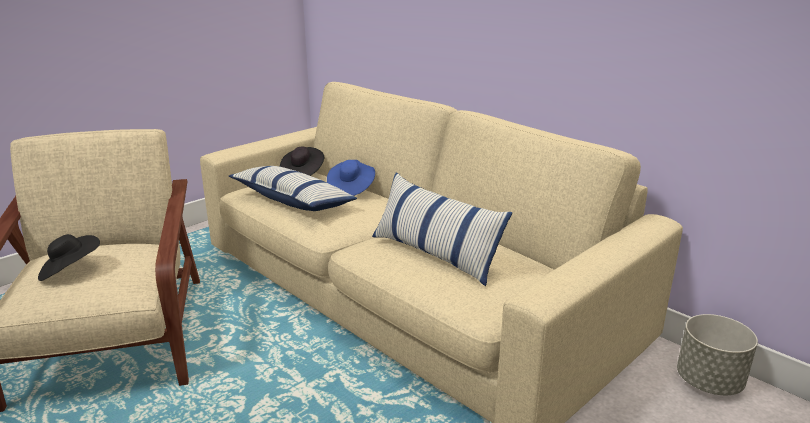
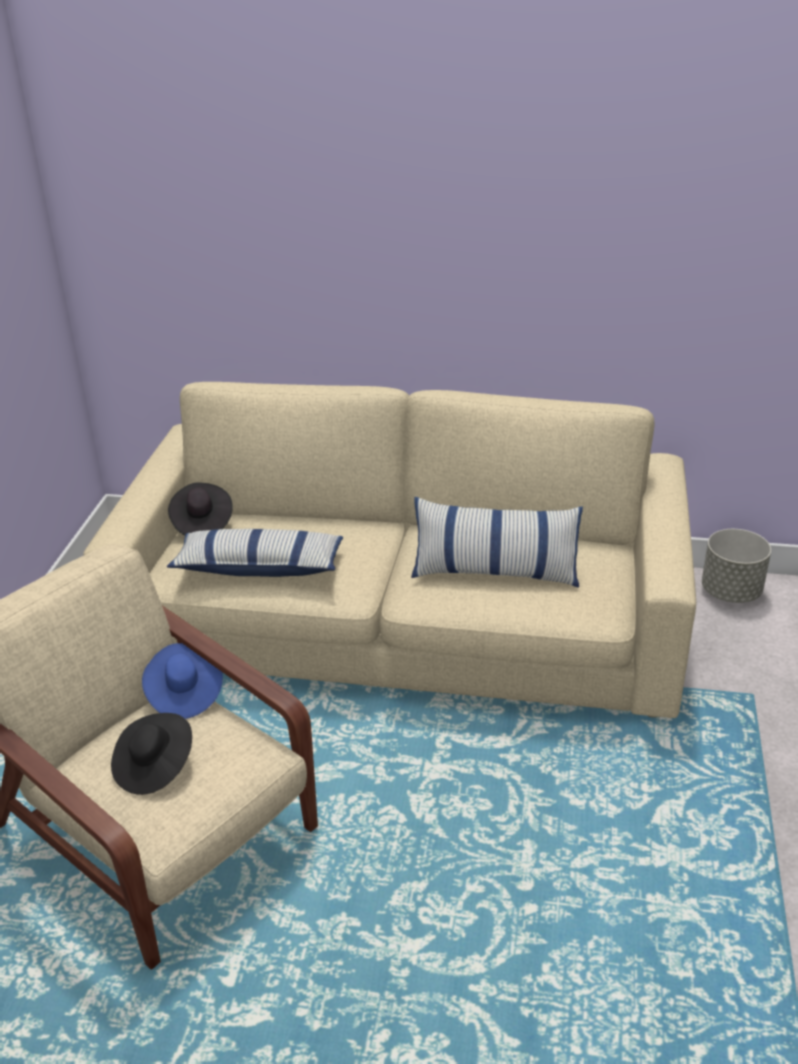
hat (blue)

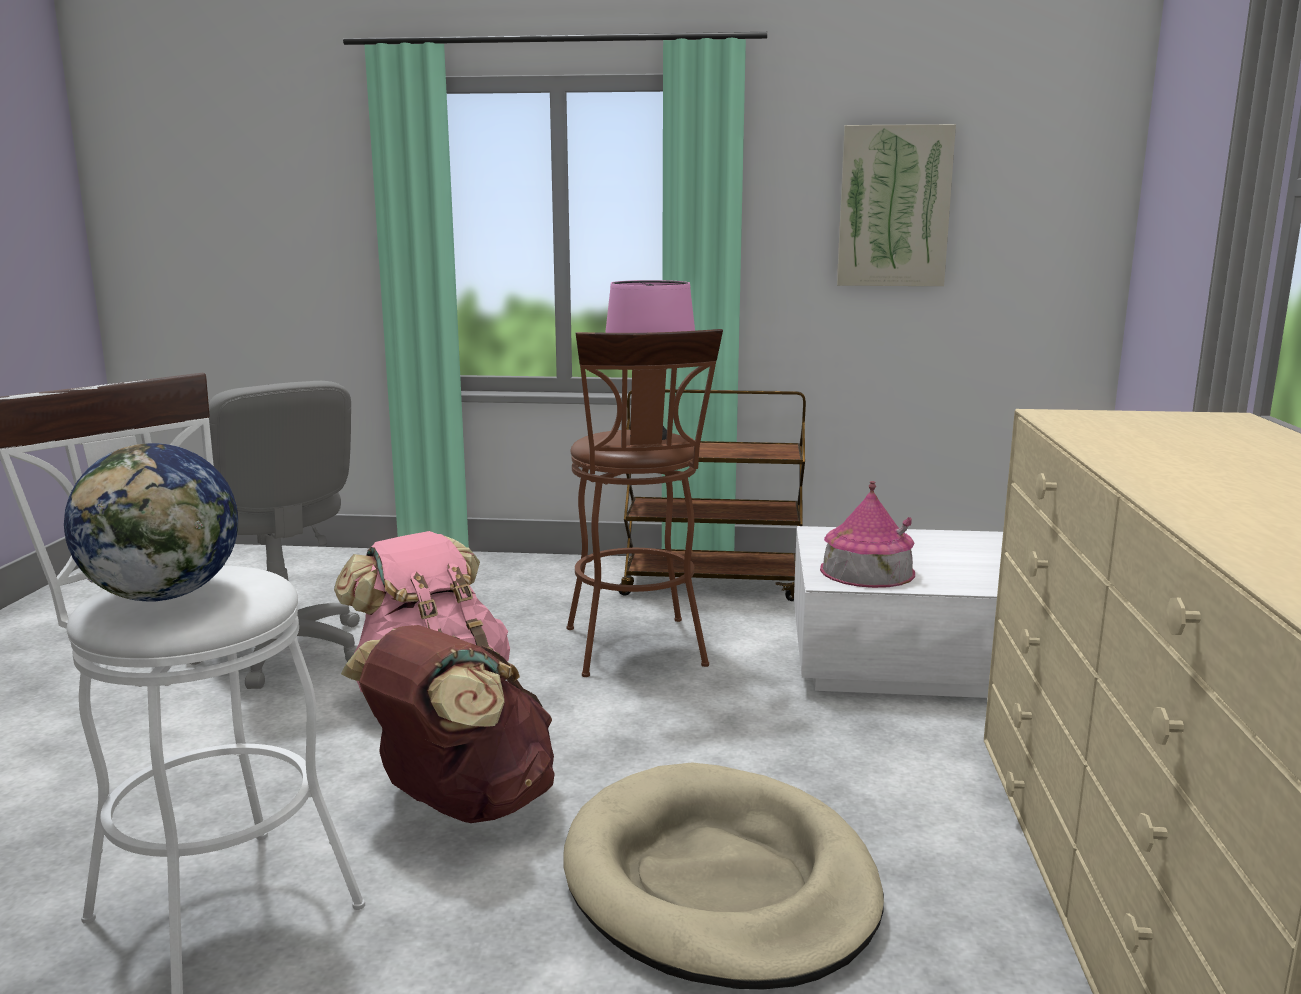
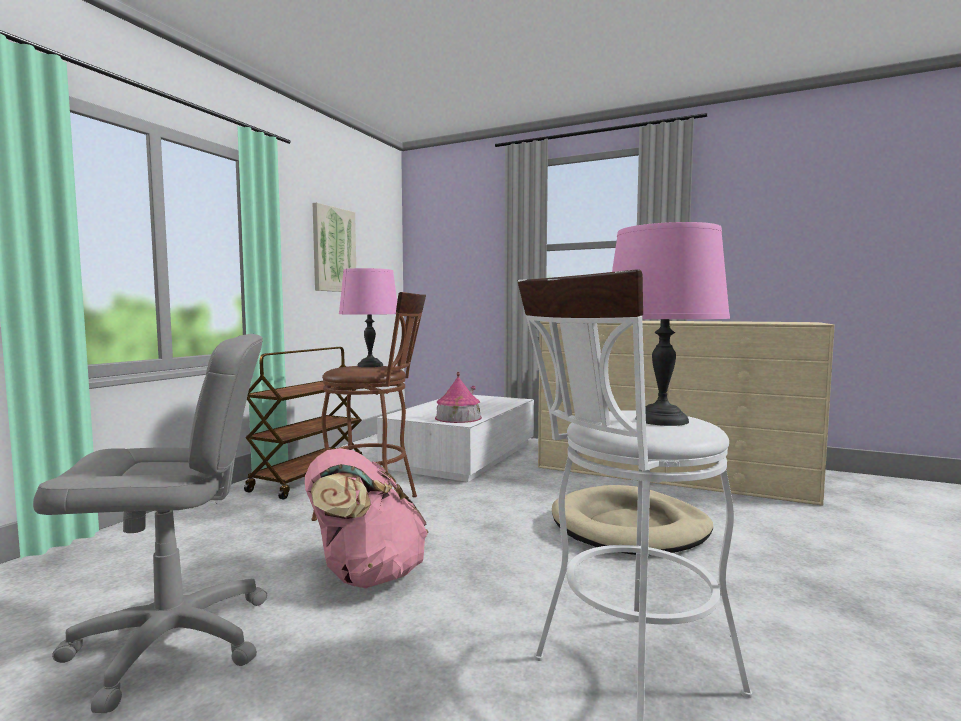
backpack (brown)
table lamp (pink) (2nd from left)

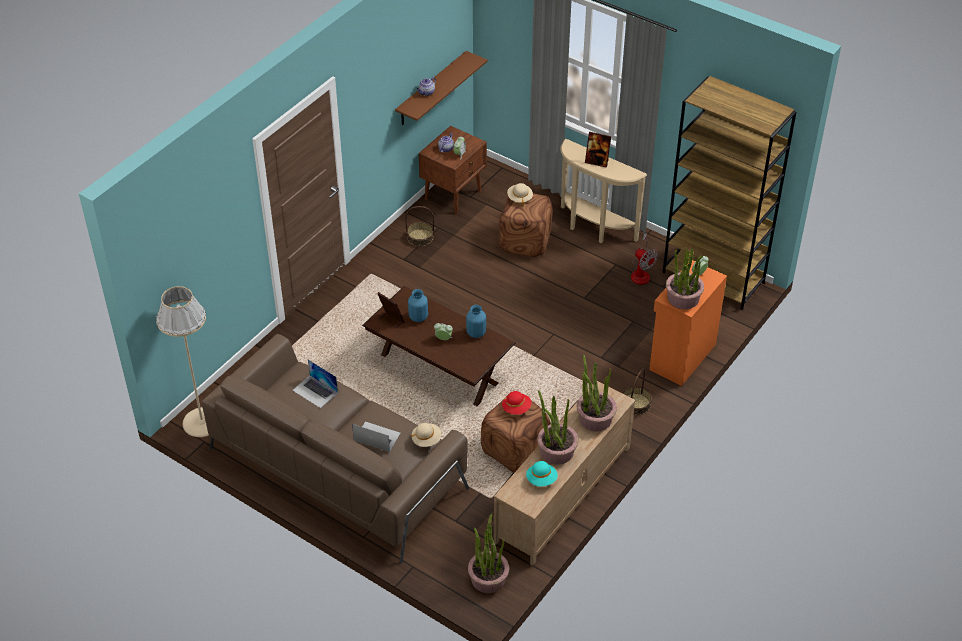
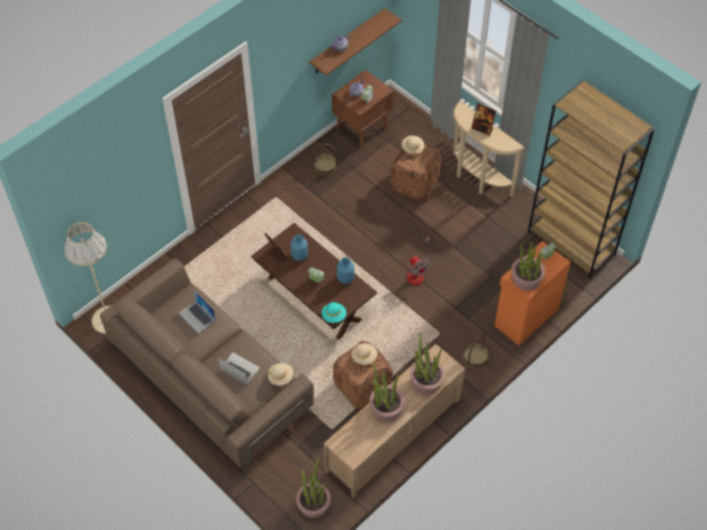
hat (turquoise)
fan
hat (beige) (2nd from left)

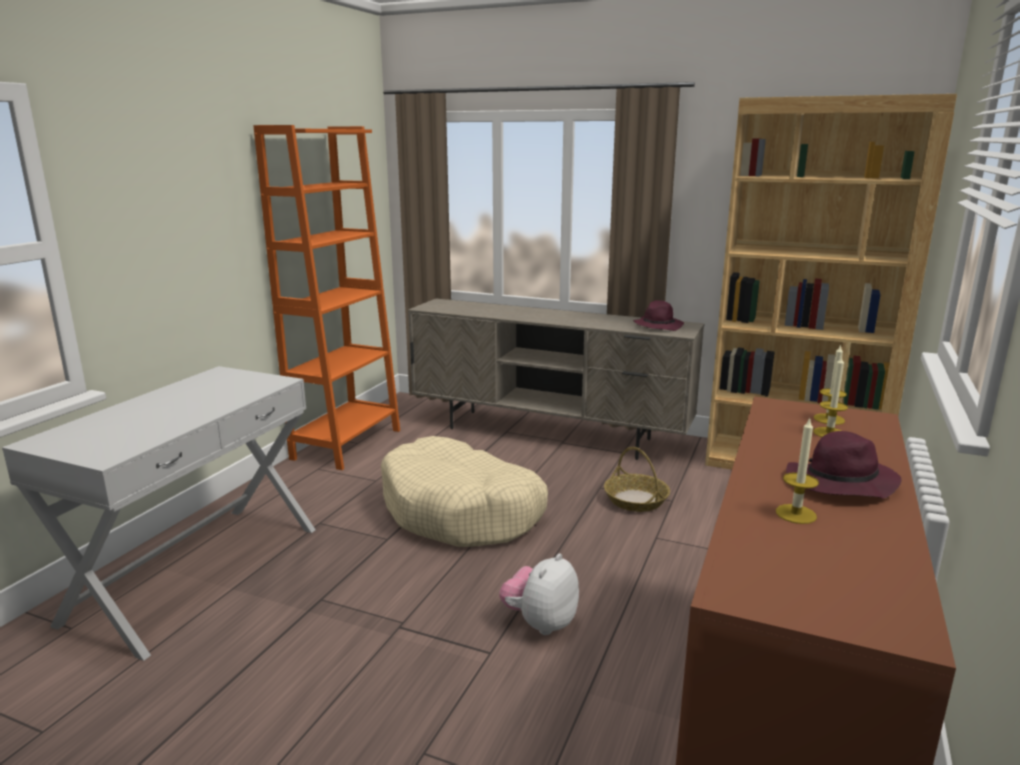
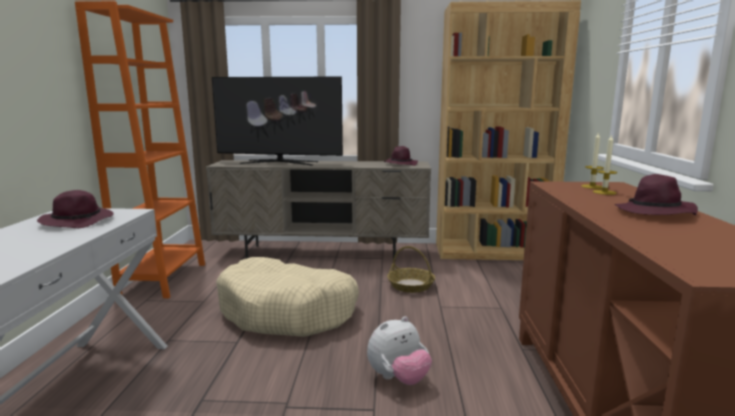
candle (1st from left in the first image)
hat (purple) (1st from left)
television
plush toy

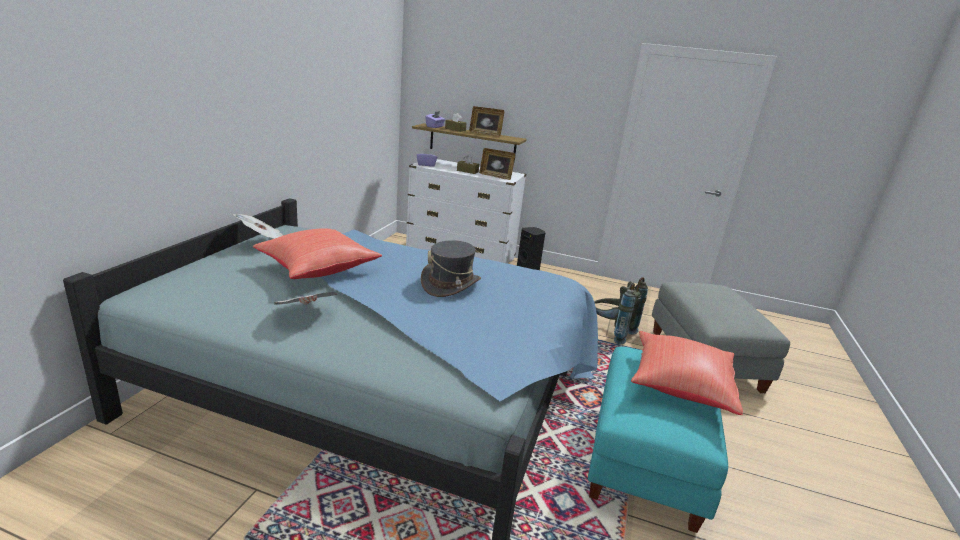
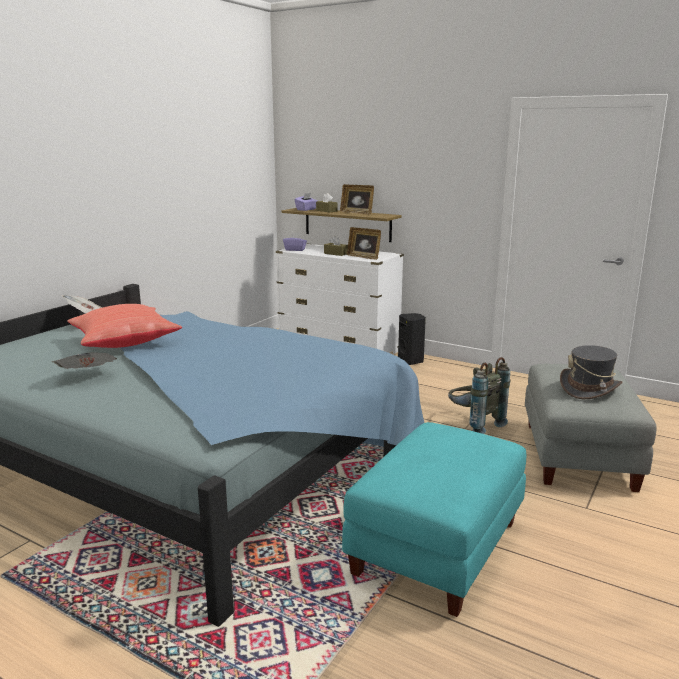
pillow (red) (2nd from left in the first image)
hat (grey)

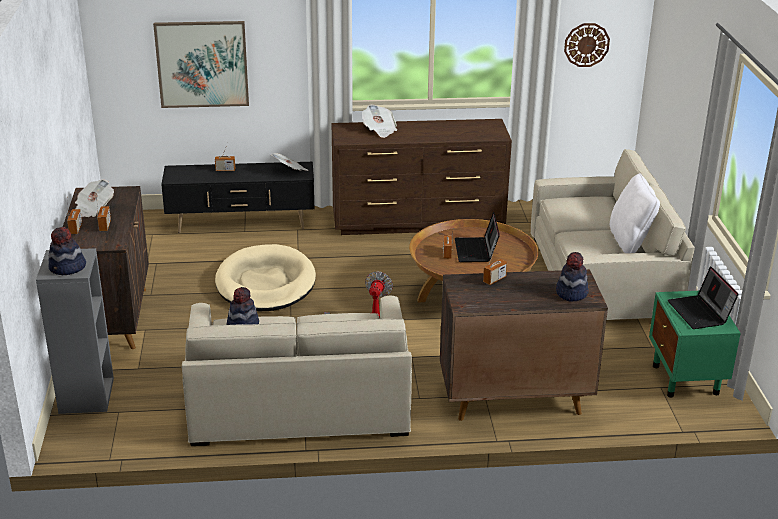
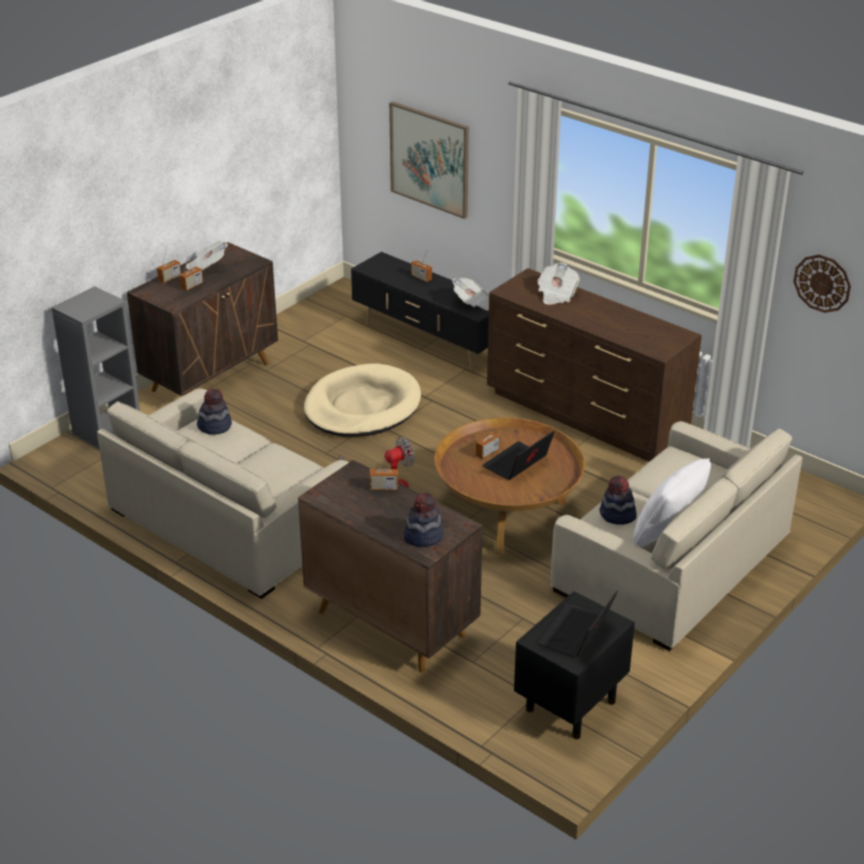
hat (3rd from left)
nightstand (black)

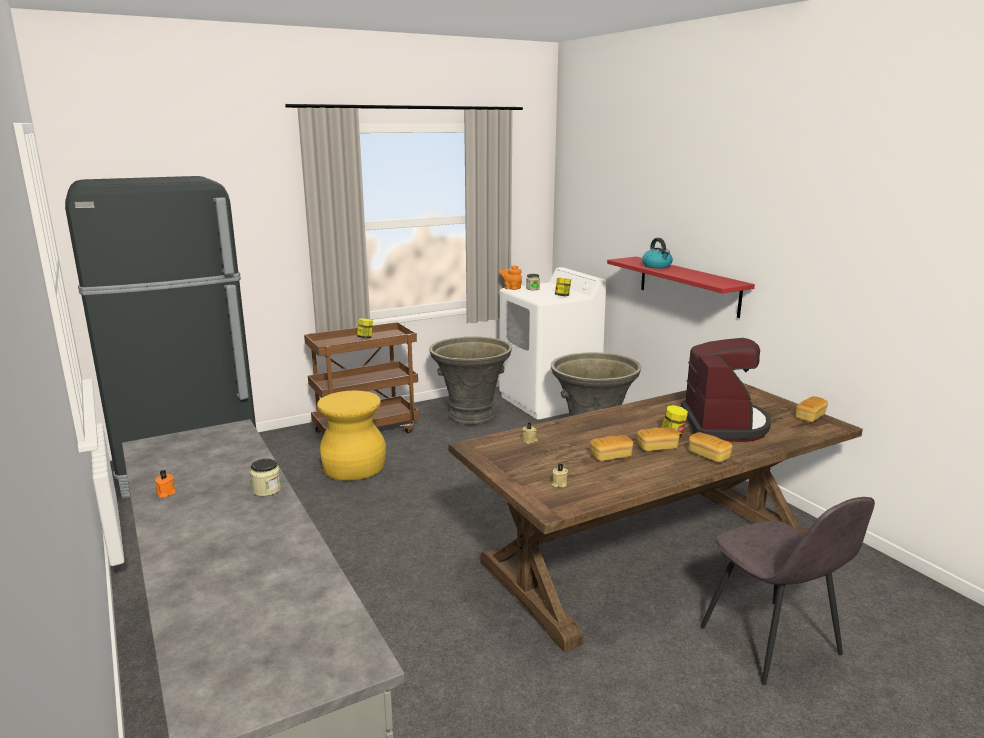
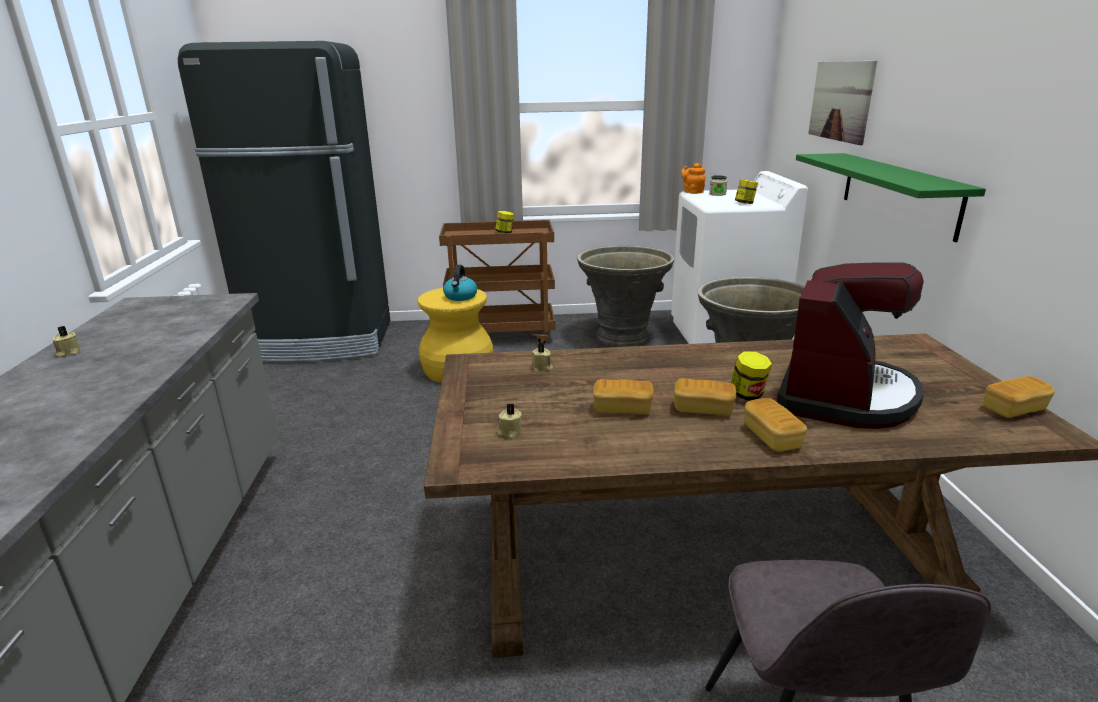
jar (1st from left in the first image)
picture
kettle
candle (beige) (1st from left)
shelf (green)

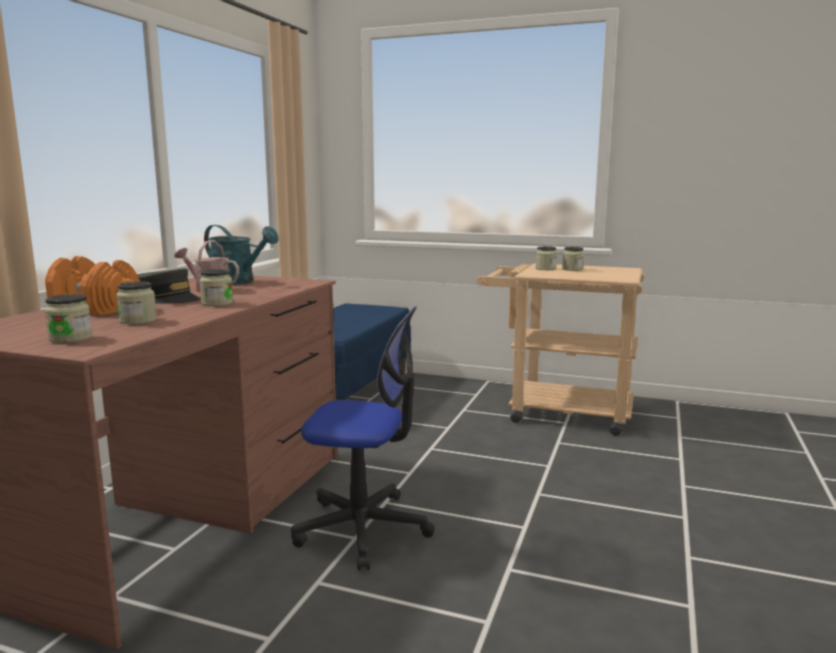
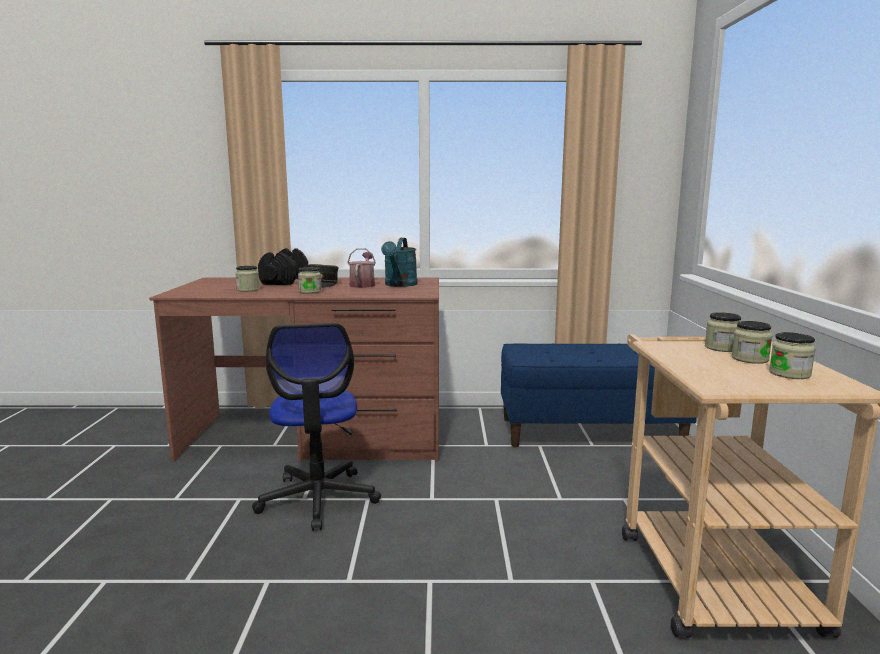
jar (5th from left)
dumbbell (black)

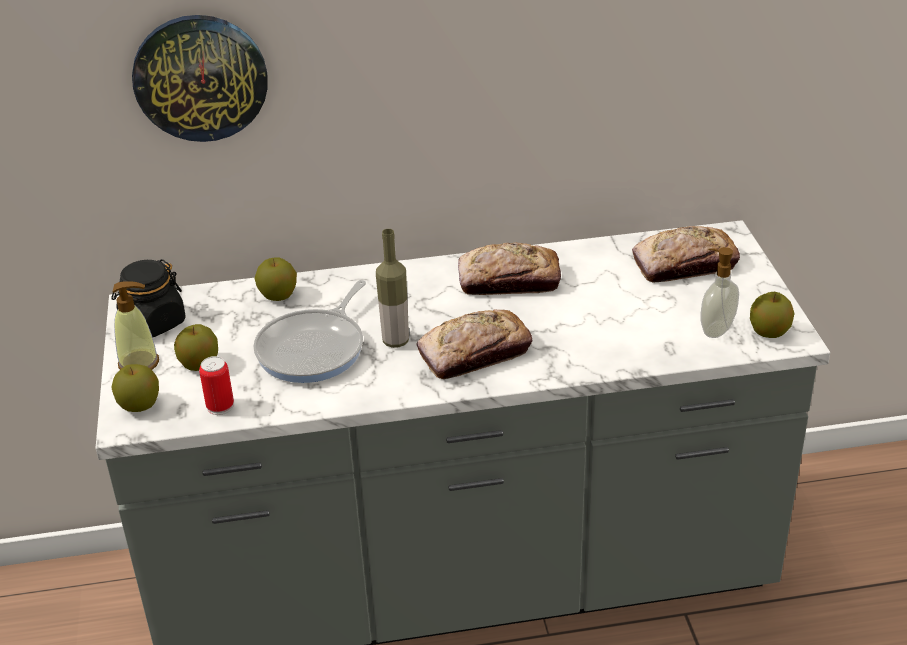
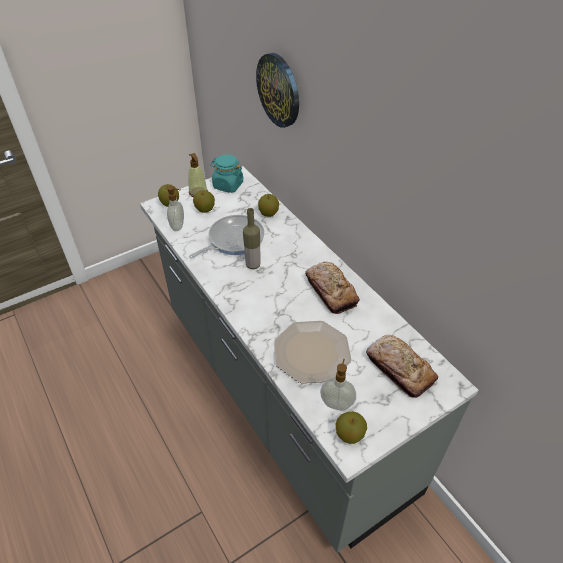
bread (1st from left in the first image)
plate
soap dispenser (1st from left)
jar (turquoise)
frying pan

